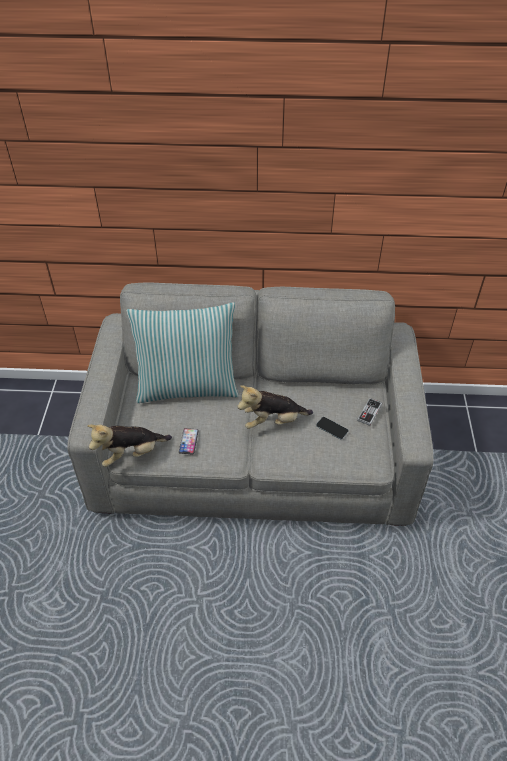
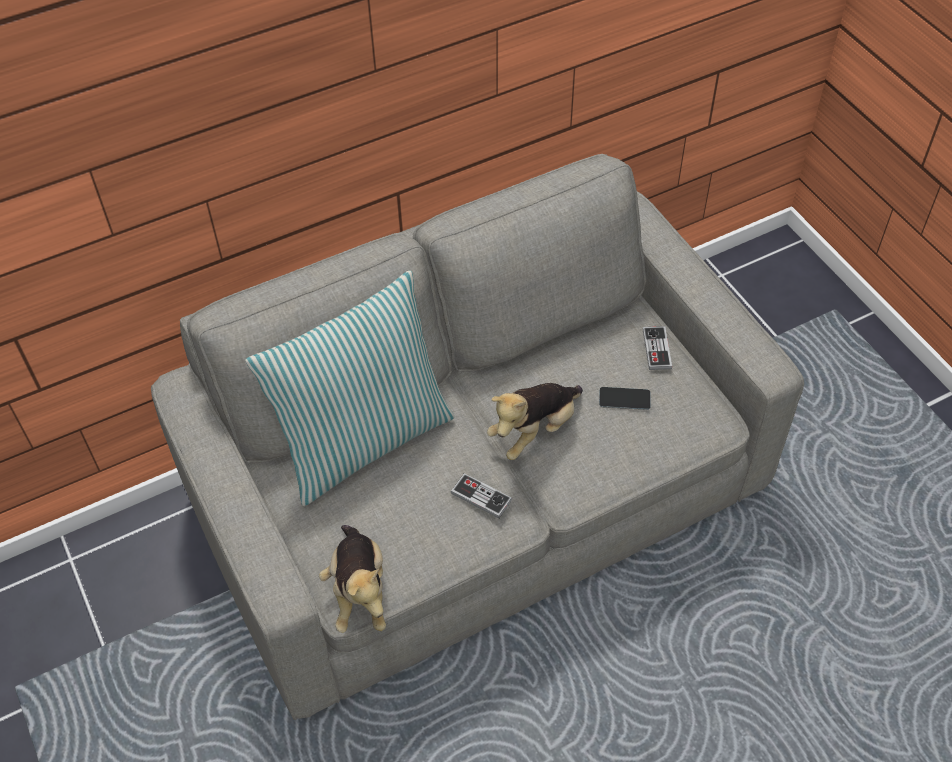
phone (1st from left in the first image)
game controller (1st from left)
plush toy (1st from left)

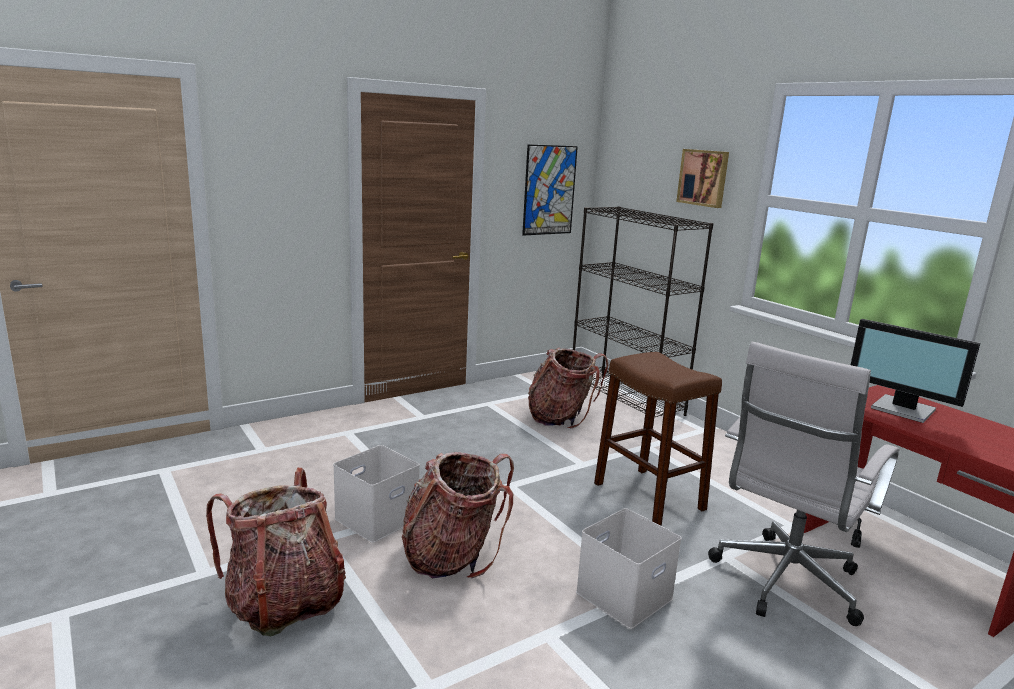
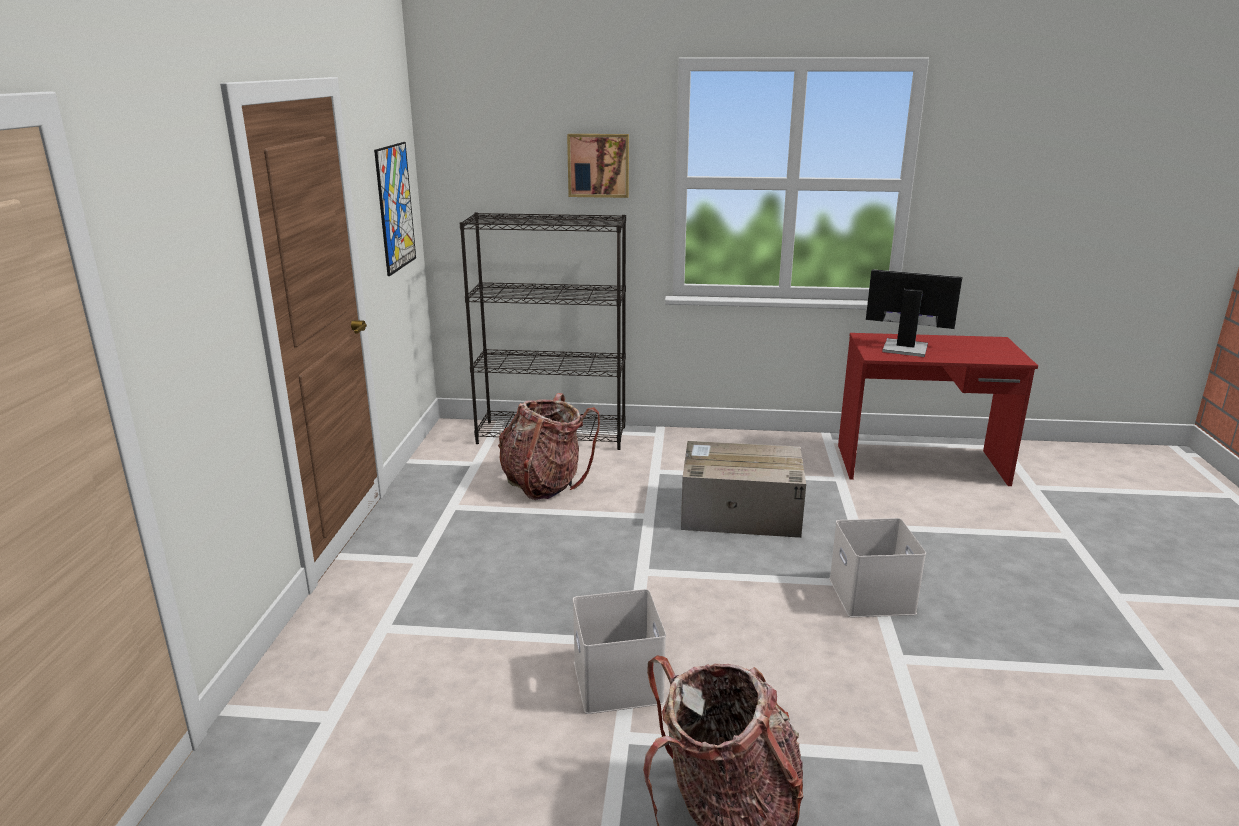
backpack (2nd from left in the first image)
office chair (white)
cardboard box
monitor

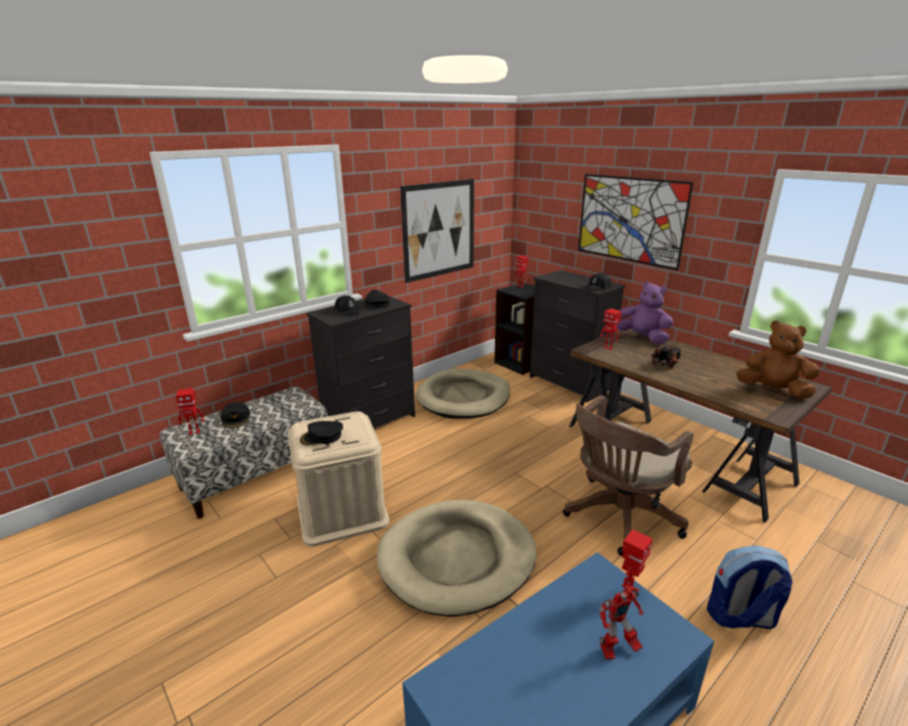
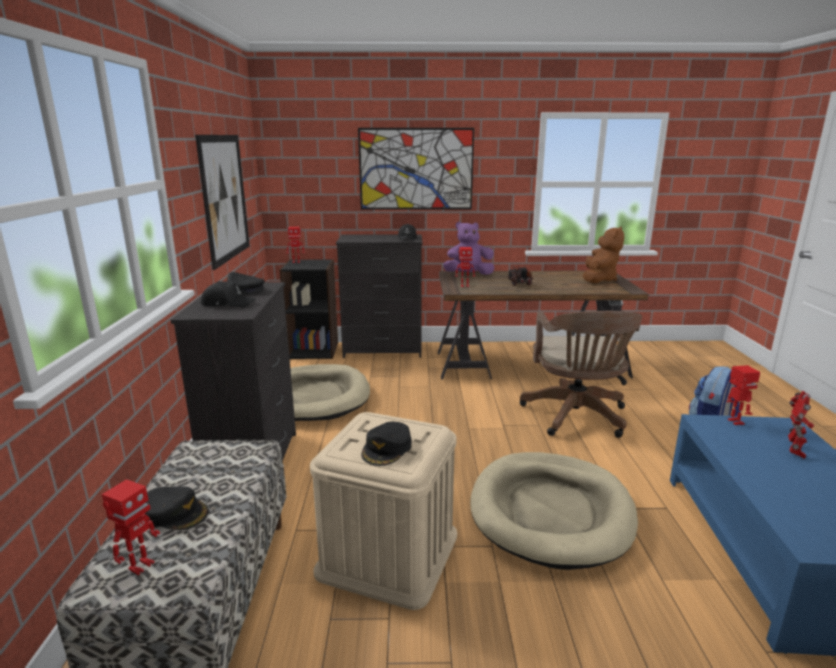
plush toy (brown)

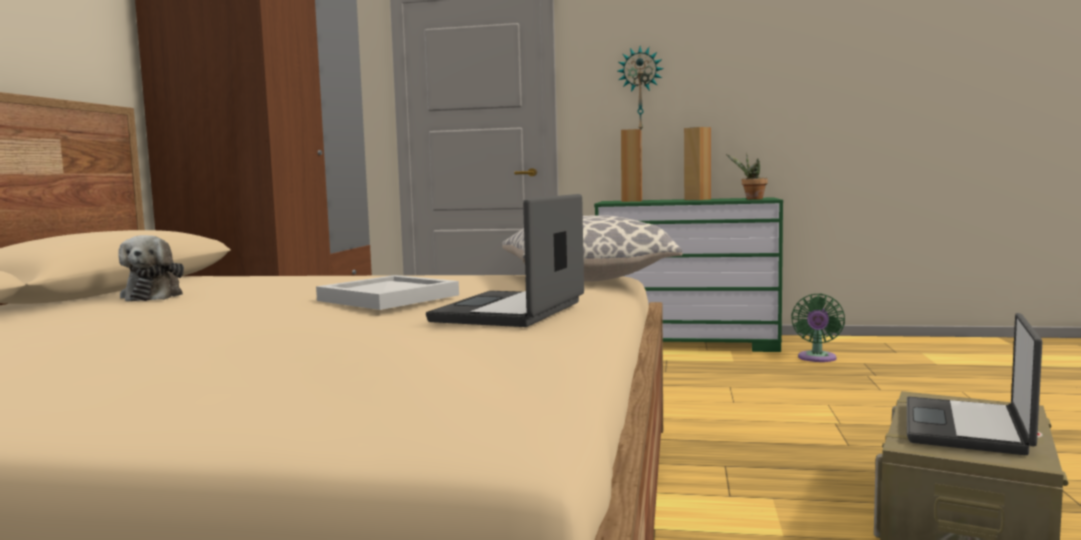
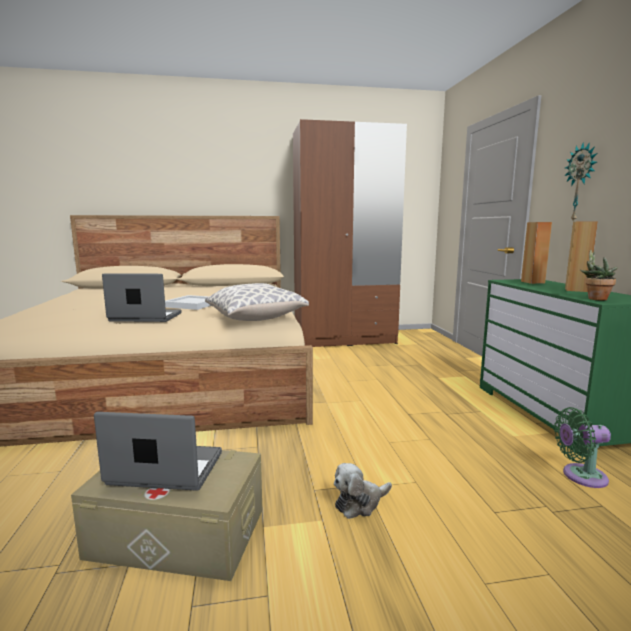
plush toy

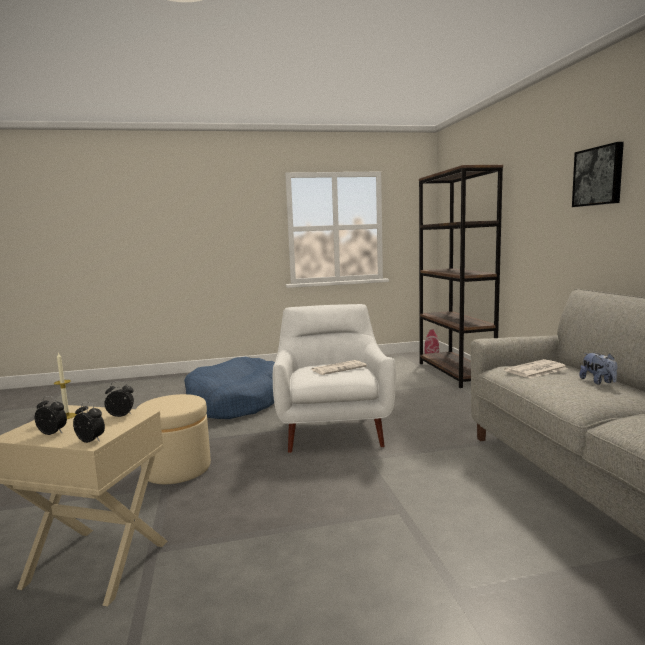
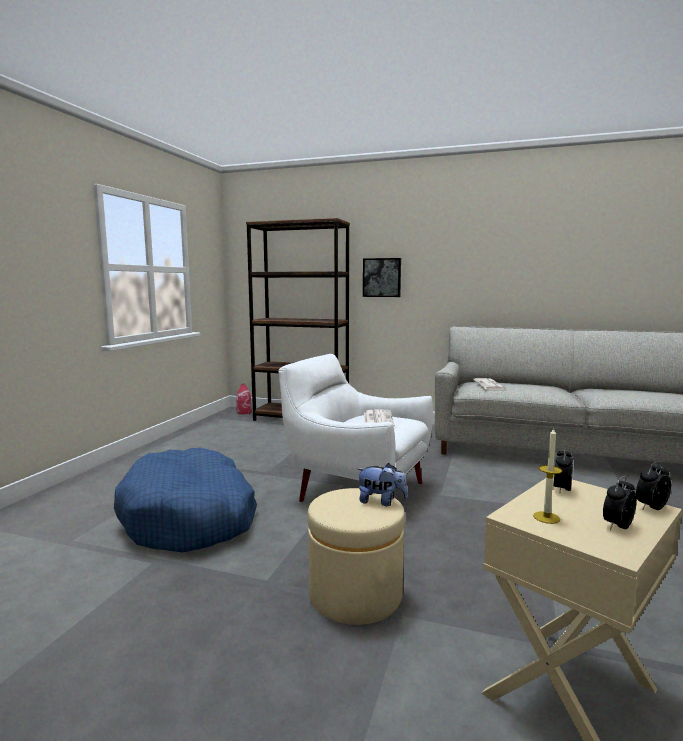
picture
plush toy

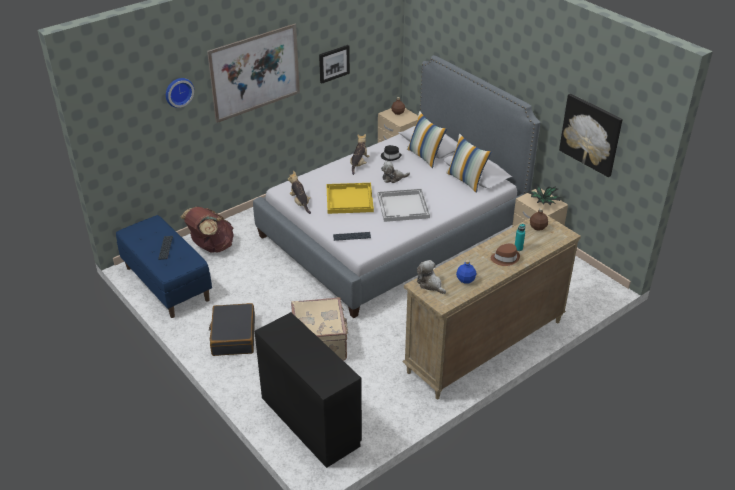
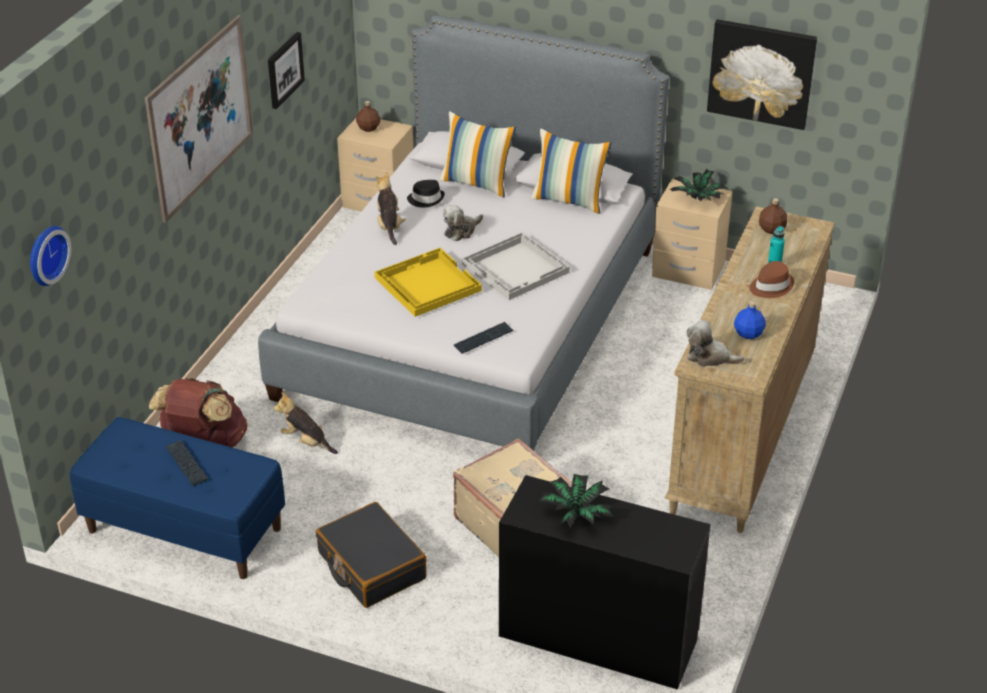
potted plant (1st from left)
wall clock
plush toy (1st from left)

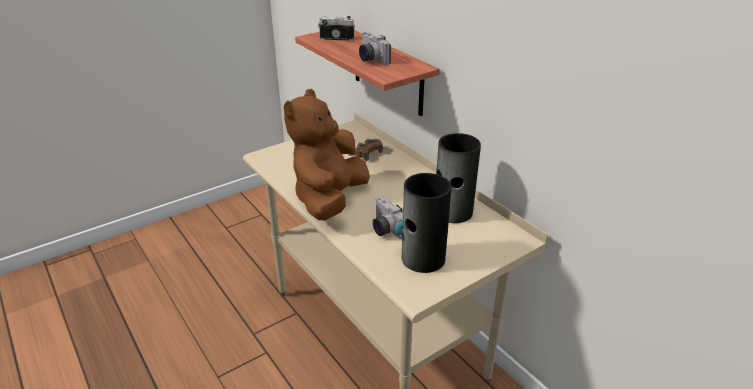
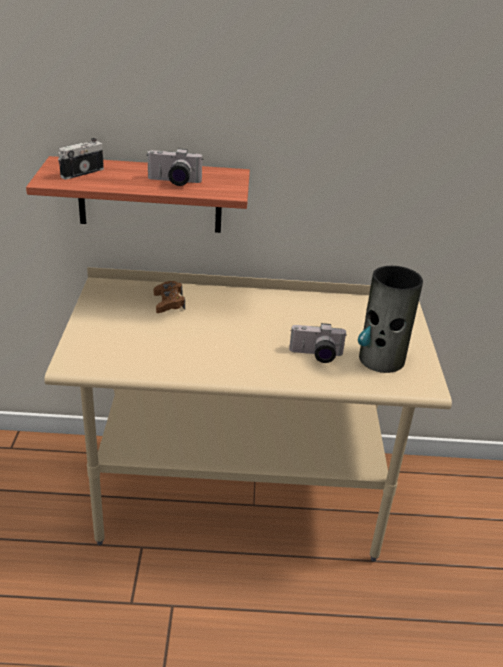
plush toy (brown)
vase (2nd from left in the first image)

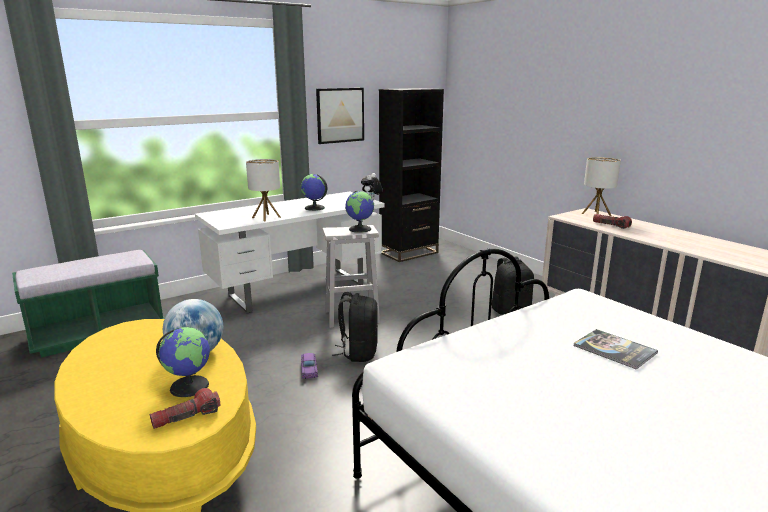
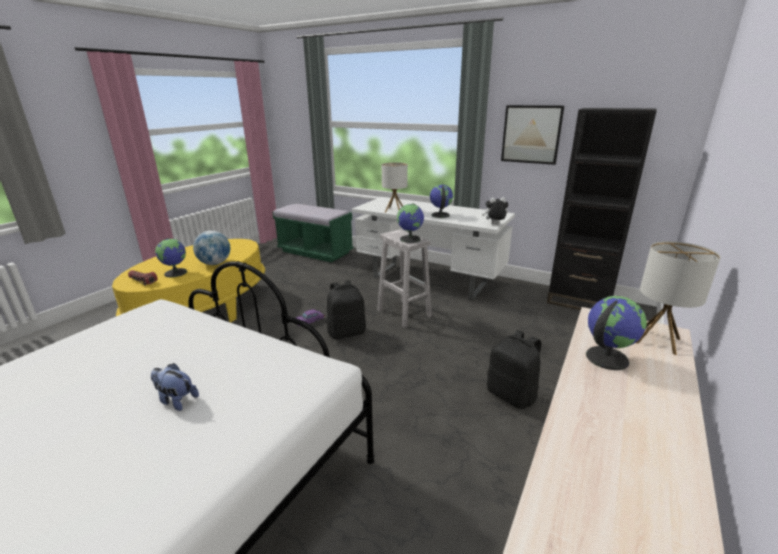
plush toy (1st from left)
globe (5th from left)

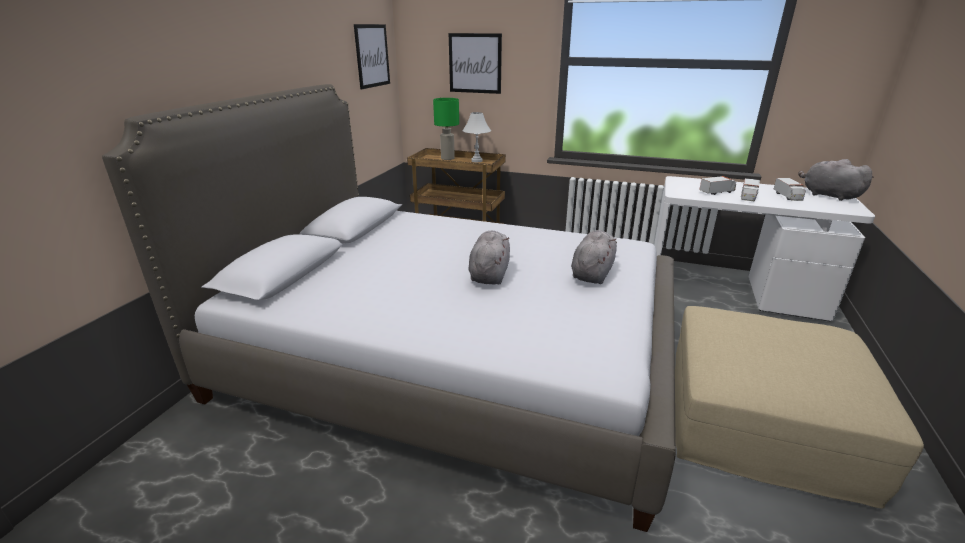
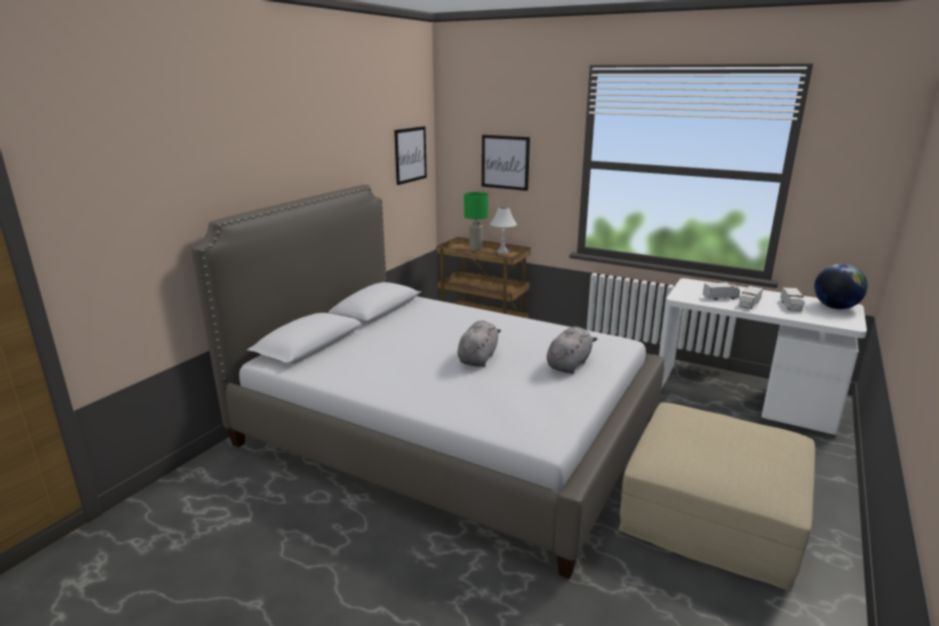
globe

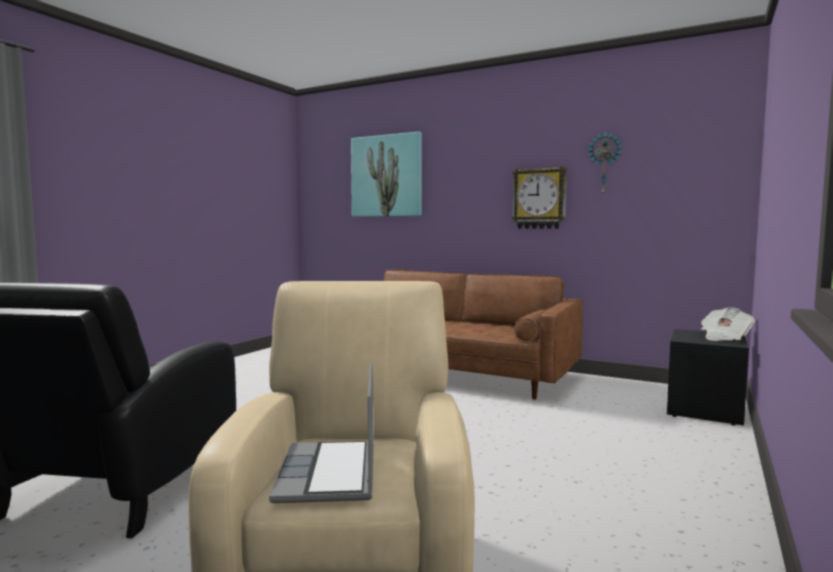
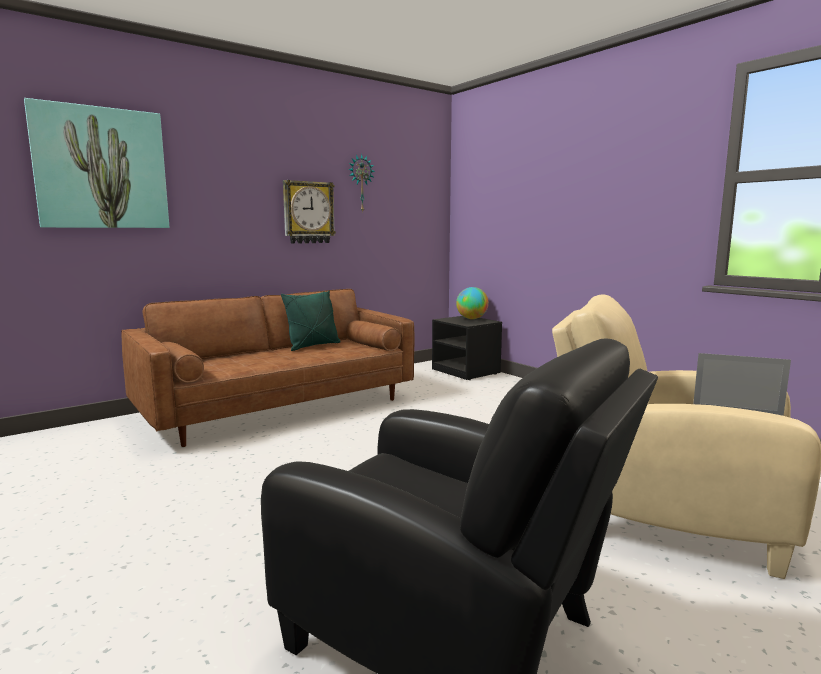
pillow (green)
globe

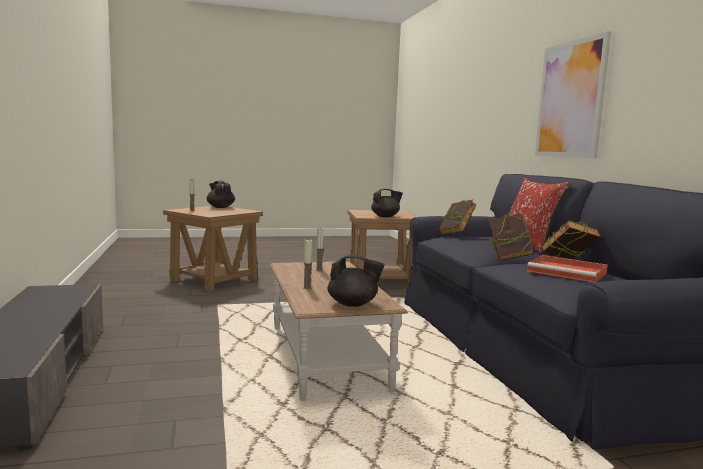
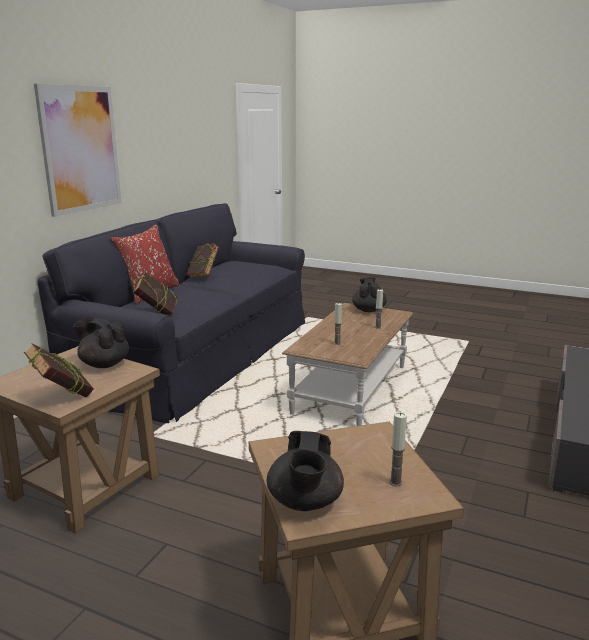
tray (red)
book (1st from left)
teapot (black) (3rd from left)

